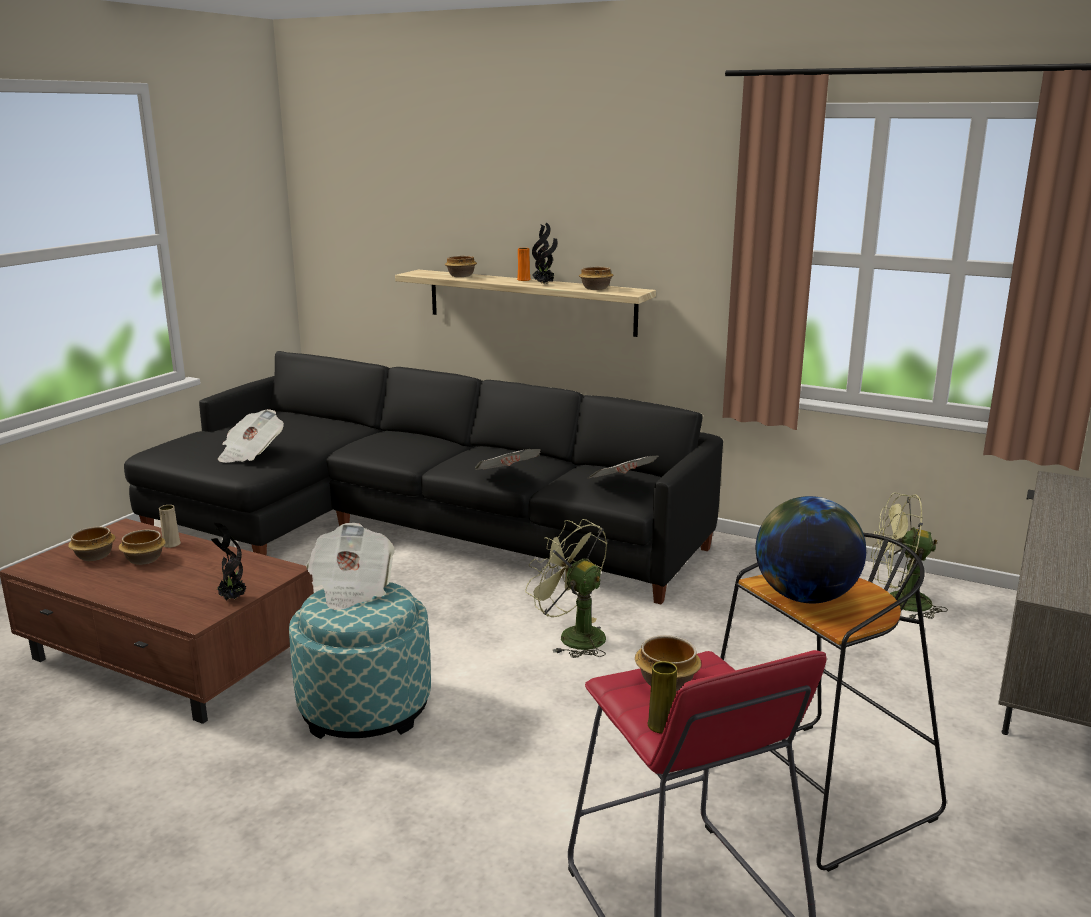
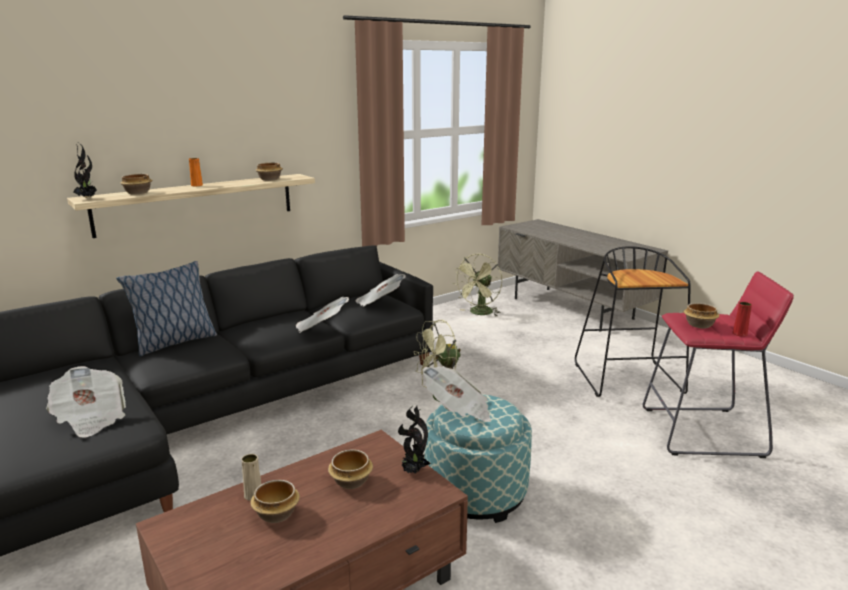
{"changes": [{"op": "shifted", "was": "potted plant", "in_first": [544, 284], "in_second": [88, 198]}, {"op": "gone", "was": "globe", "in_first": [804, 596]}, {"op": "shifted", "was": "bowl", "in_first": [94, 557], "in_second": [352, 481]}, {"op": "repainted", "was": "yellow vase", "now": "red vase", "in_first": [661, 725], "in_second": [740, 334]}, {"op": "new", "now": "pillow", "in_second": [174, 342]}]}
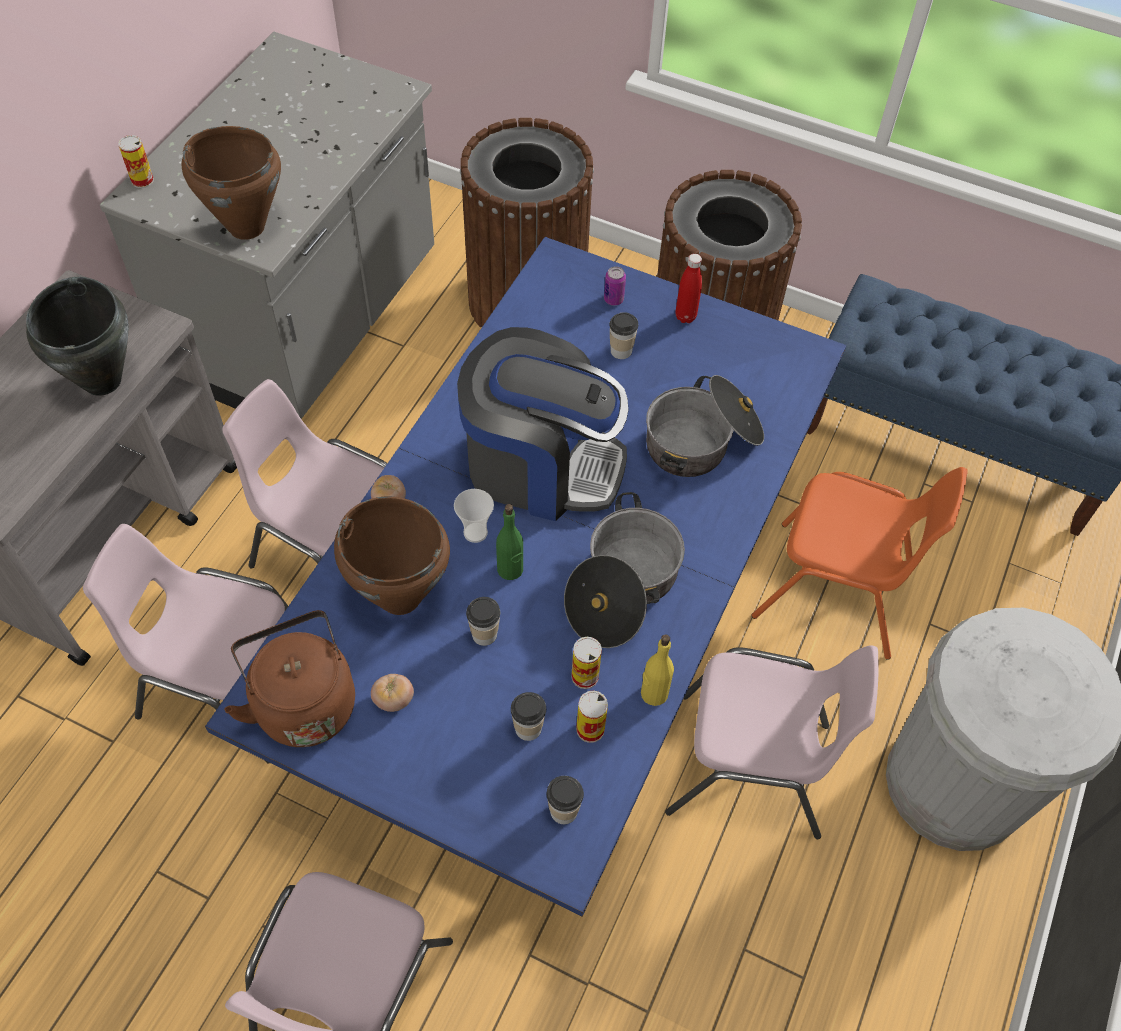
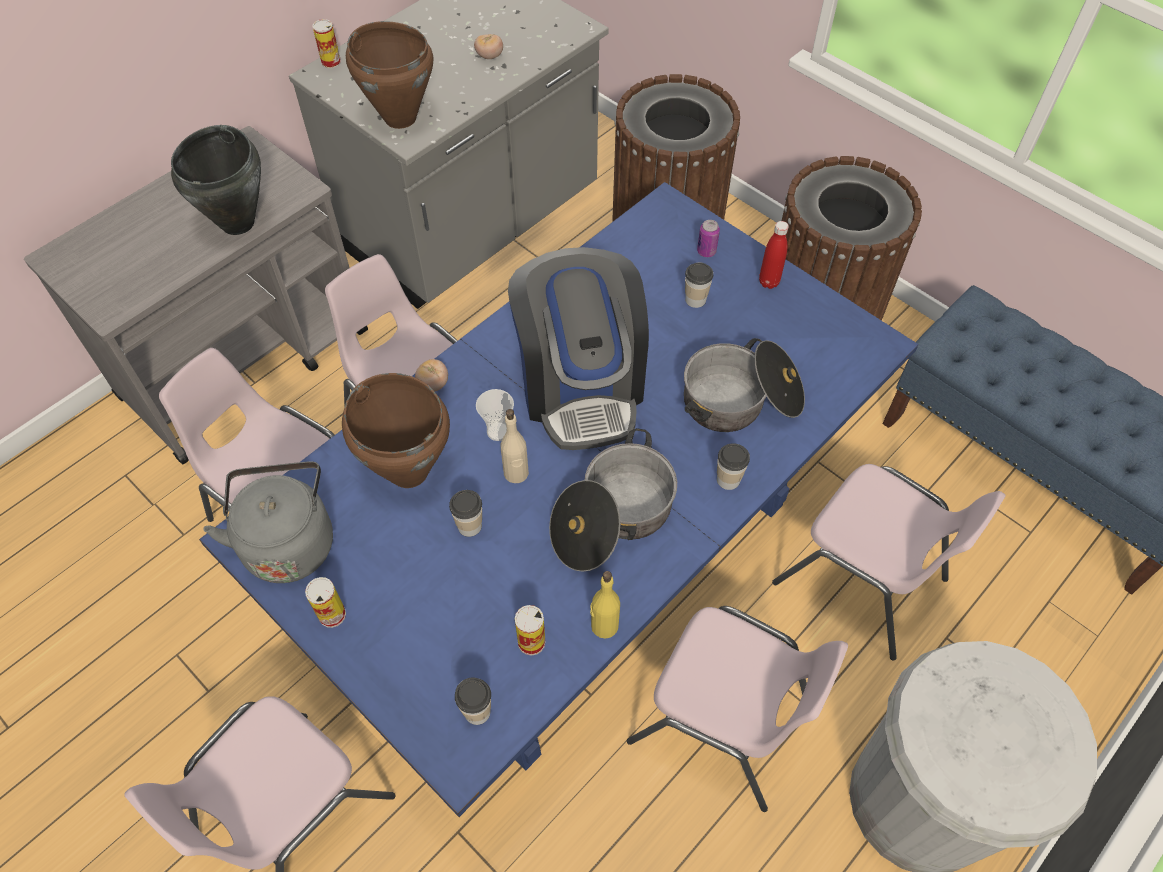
{"changes": [{"op": "rotated", "was": "coffee machine", "in_first": [541, 465], "in_second": [581, 385], "clockwise": 45}, {"op": "repainted", "was": "orange chair", "now": "pink chair", "in_first": [836, 592], "in_second": [862, 582]}, {"op": "repainted", "was": "green bottle", "now": "beige bottle", "in_first": [510, 569], "in_second": [516, 473]}, {"op": "repainted", "was": "brown kettle", "now": "grey kettle", "in_first": [303, 701], "in_second": [288, 541]}, {"op": "shifted", "was": "can", "in_first": [585, 676], "in_second": [332, 614]}, {"op": "shifted", "was": "tomato", "in_first": [393, 700], "in_second": [489, 56]}, {"op": "shifted", "was": "cup", "in_first": [528, 728], "in_second": [728, 479]}]}
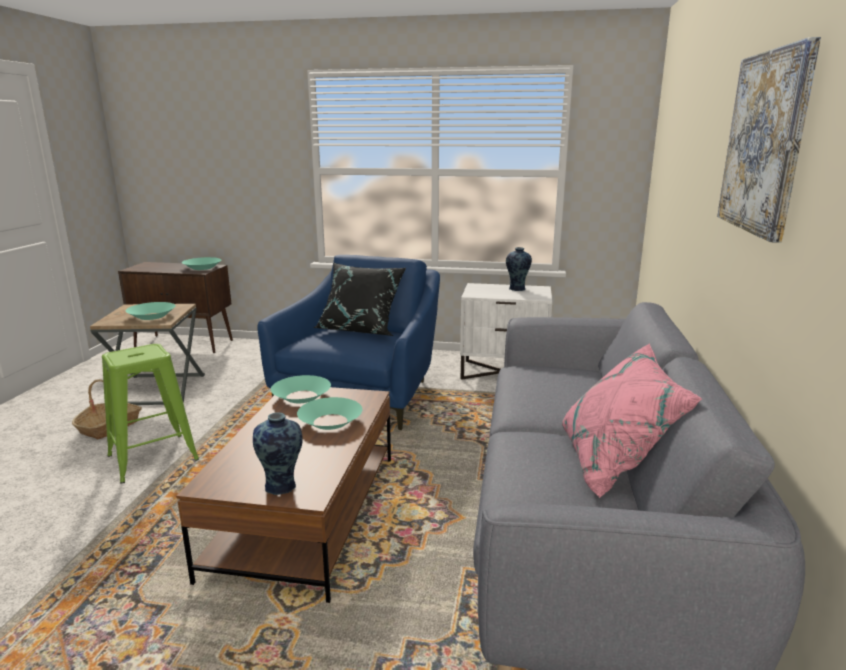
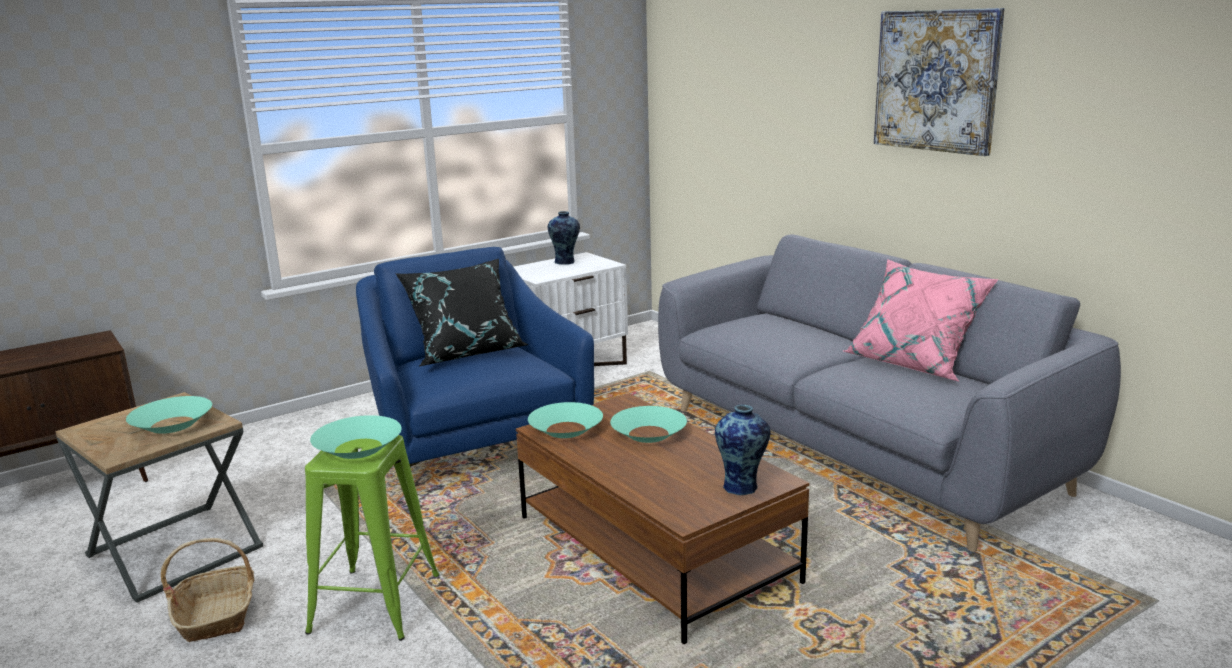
{"changes": [{"op": "shifted", "was": "turquoise bowl", "in_first": [202, 268], "in_second": [358, 448]}]}
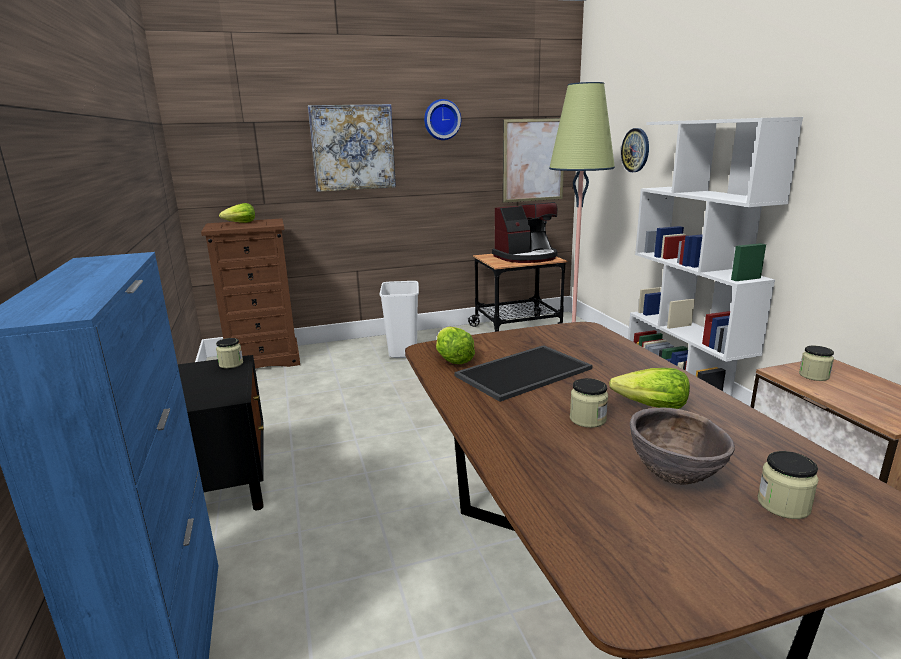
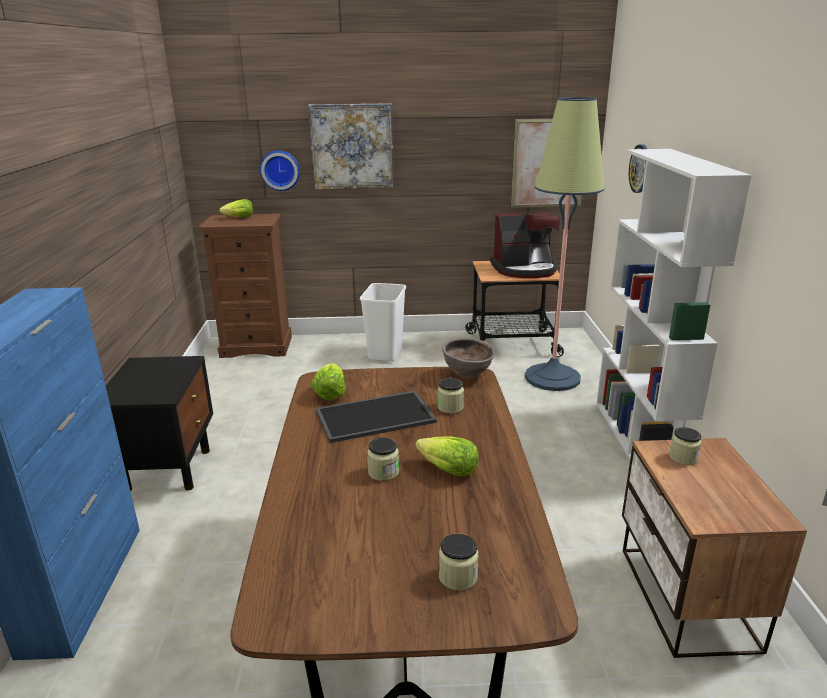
{"changes": [{"op": "shifted", "was": "wall clock", "in_first": [441, 119], "in_second": [280, 170]}, {"op": "shifted", "was": "jar", "in_first": [231, 364], "in_second": [450, 407]}, {"op": "shifted", "was": "brown bowl", "in_first": [674, 478], "in_second": [467, 375]}]}
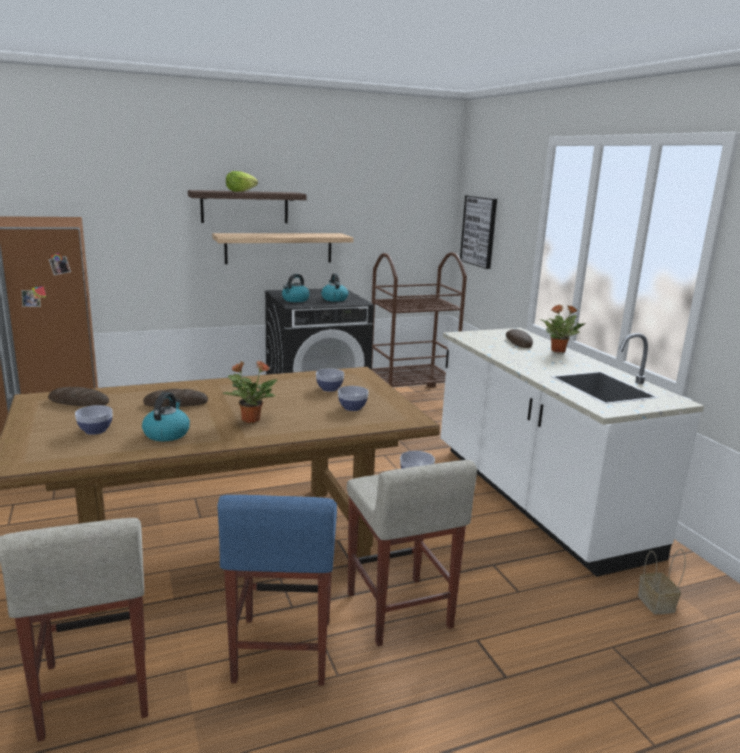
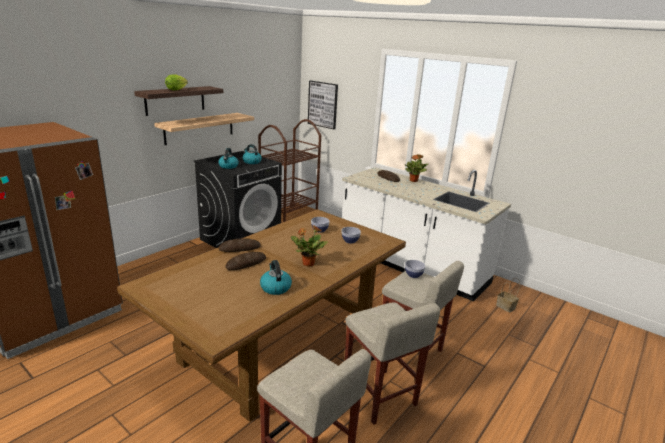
{"changes": [{"op": "shifted", "was": "bread", "in_first": [79, 402], "in_second": [239, 248]}, {"op": "gone", "was": "bowl", "in_first": [95, 430]}, {"op": "repainted", "was": "blue stool", "now": "beige stool", "in_first": [282, 651], "in_second": [380, 396]}]}
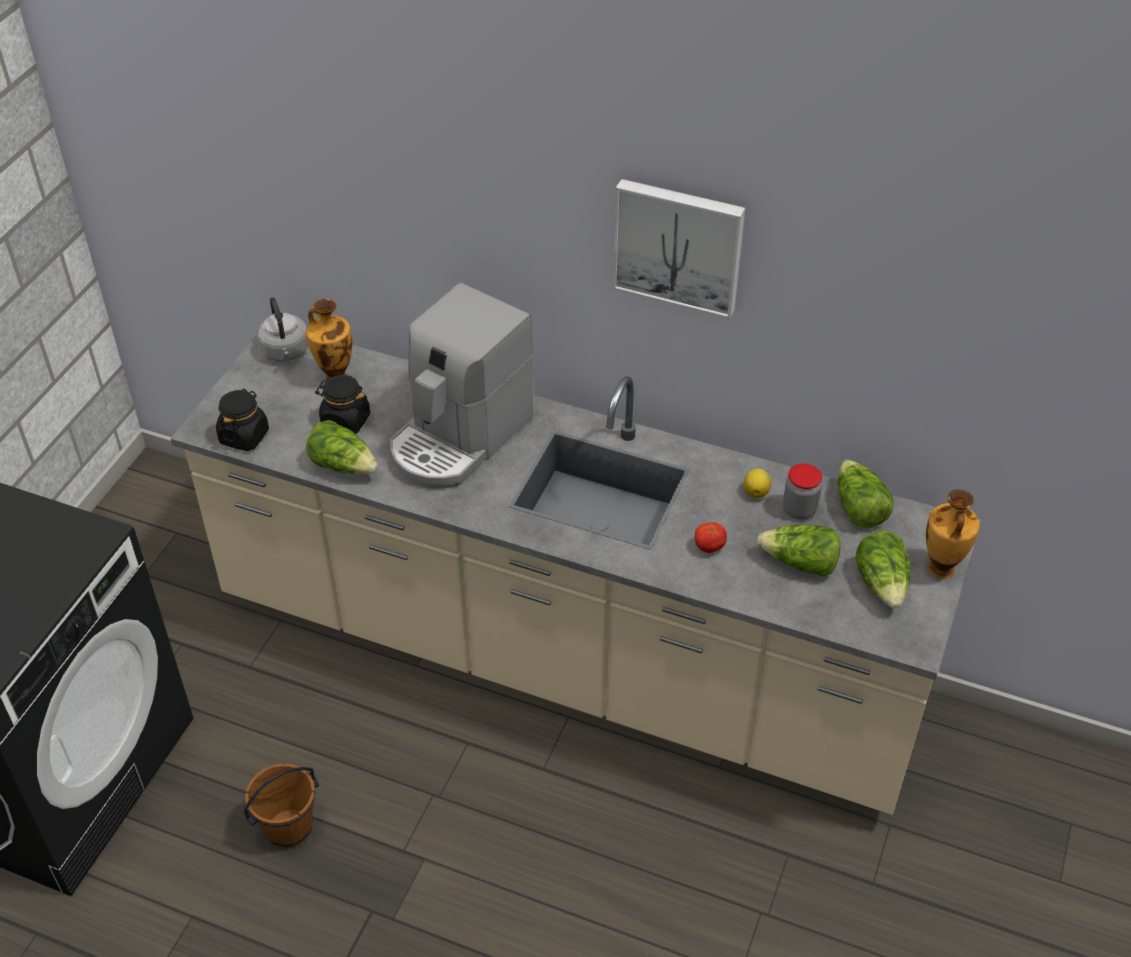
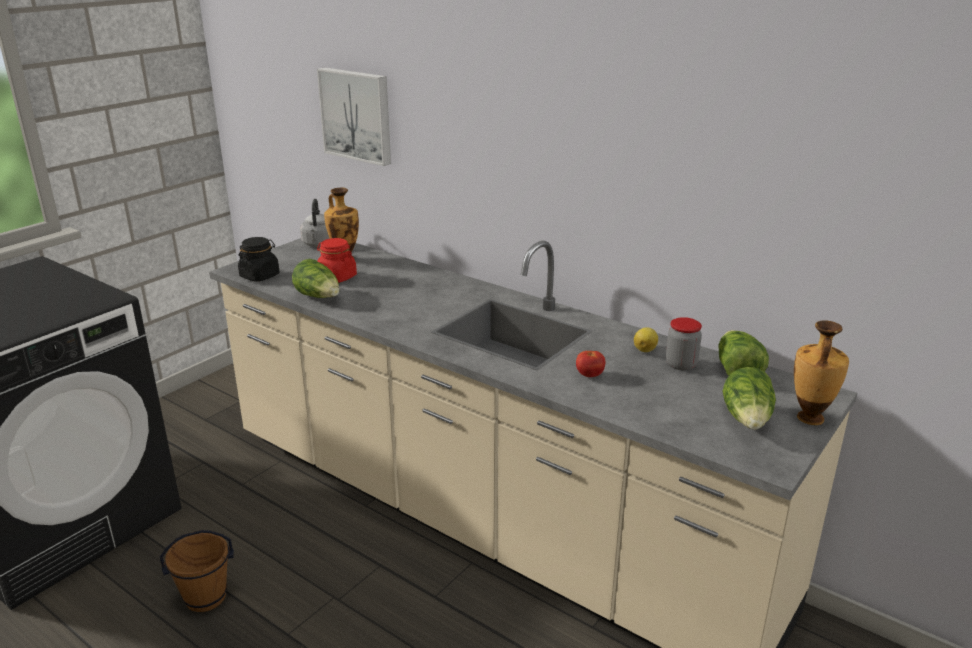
{"changes": [{"op": "shifted", "was": "picture", "in_first": [679, 245], "in_second": [357, 115]}, {"op": "gone", "was": "coffee machine", "in_first": [459, 438]}, {"op": "repainted", "was": "black jar", "now": "red jar", "in_first": [345, 421], "in_second": [336, 277]}, {"op": "gone", "was": "lettuce", "in_first": [800, 563]}]}
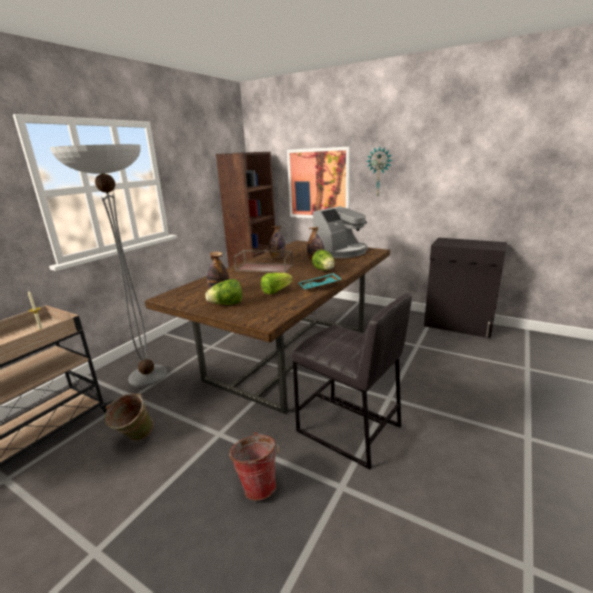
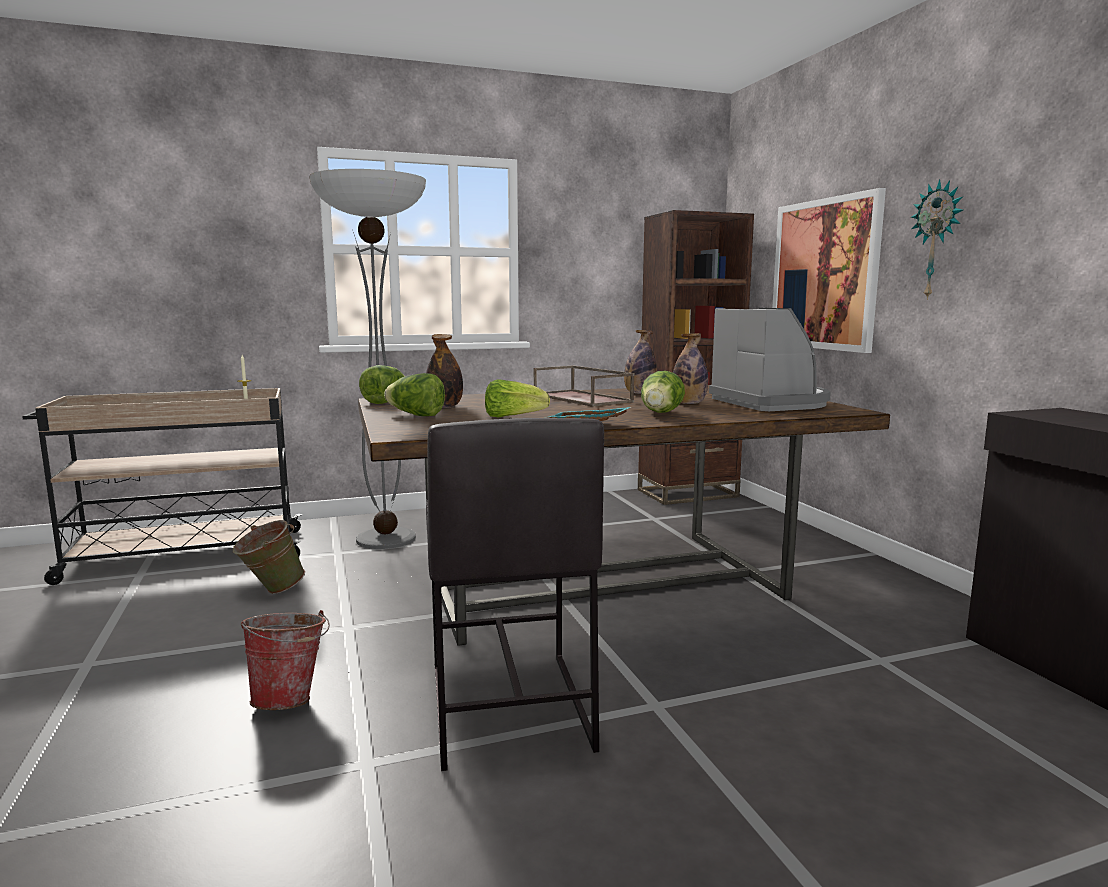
{"changes": [{"op": "rotated", "was": "coffee machine", "in_first": [341, 252], "in_second": [771, 403], "clockwise": -105}, {"op": "new", "now": "lettuce", "in_second": [385, 402]}]}
